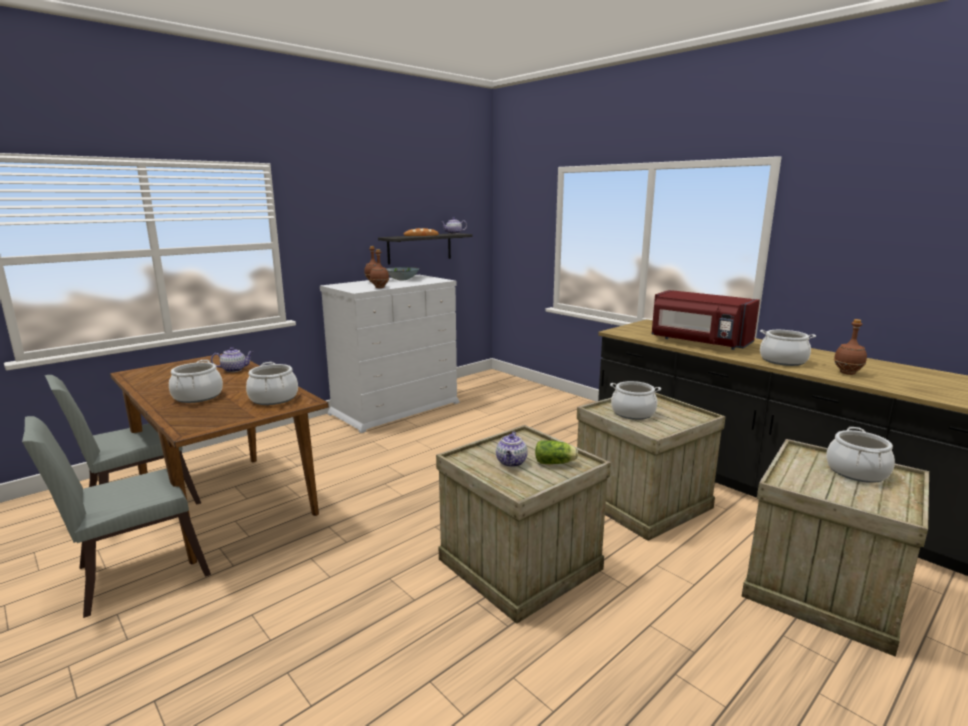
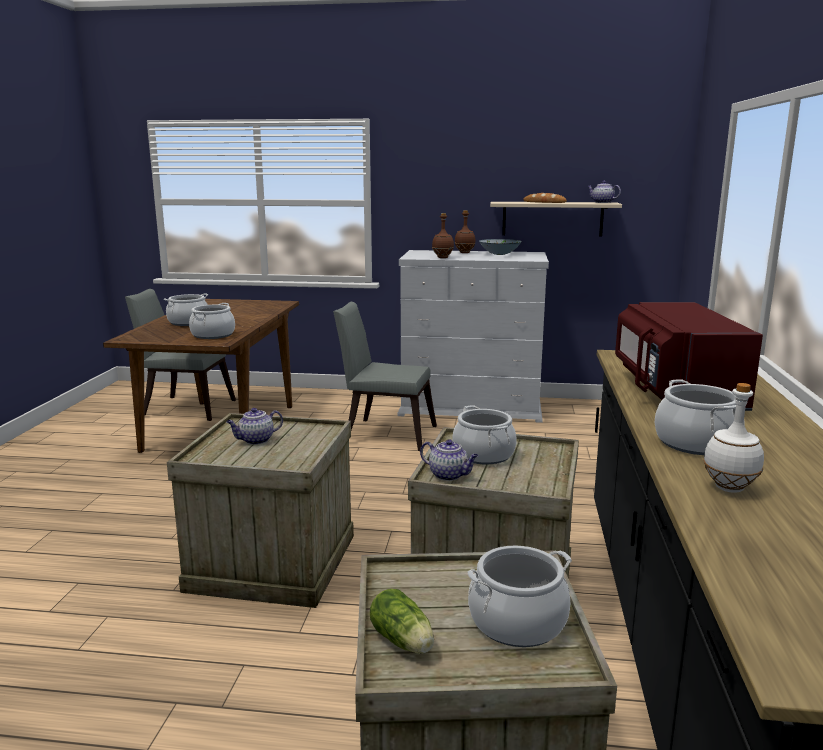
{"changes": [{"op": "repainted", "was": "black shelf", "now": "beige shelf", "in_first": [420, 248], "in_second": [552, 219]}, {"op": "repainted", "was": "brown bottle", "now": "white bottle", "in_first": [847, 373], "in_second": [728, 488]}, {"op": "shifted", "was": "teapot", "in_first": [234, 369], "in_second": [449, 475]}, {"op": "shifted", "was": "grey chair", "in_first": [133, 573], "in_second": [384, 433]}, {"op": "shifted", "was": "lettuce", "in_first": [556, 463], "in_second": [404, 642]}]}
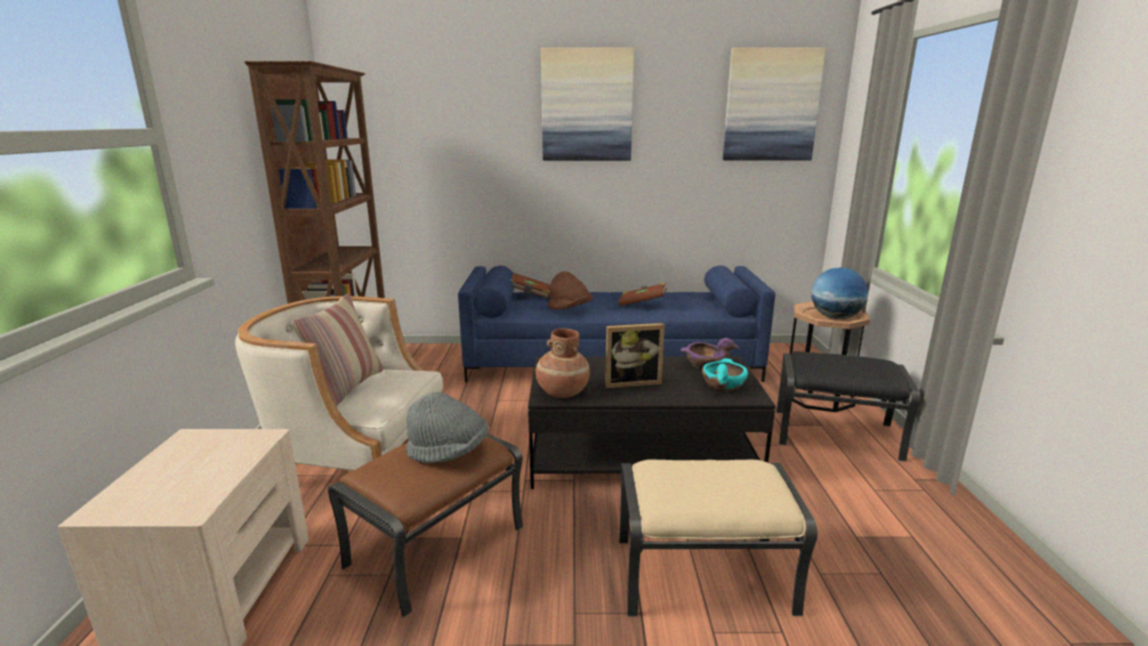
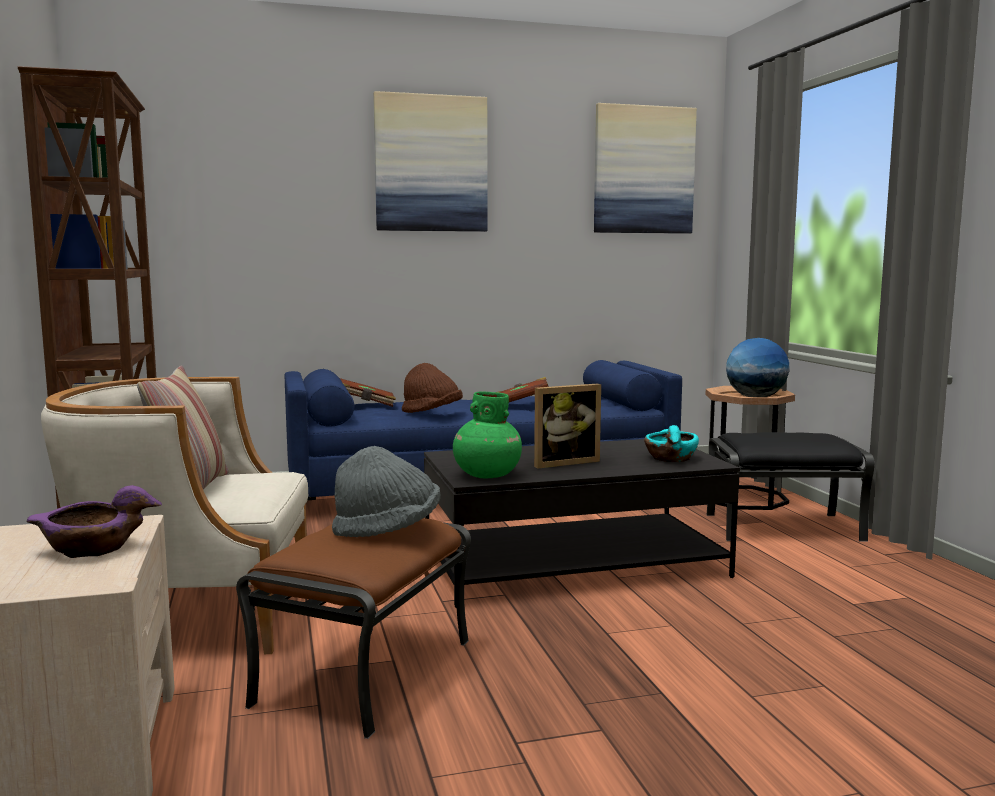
{"changes": [{"op": "repainted", "was": "brown vase", "now": "green vase", "in_first": [562, 392], "in_second": [486, 475]}, {"op": "shifted", "was": "purple bowl", "in_first": [705, 365], "in_second": [91, 548]}, {"op": "gone", "was": "beige ottoman", "in_first": [702, 577]}]}
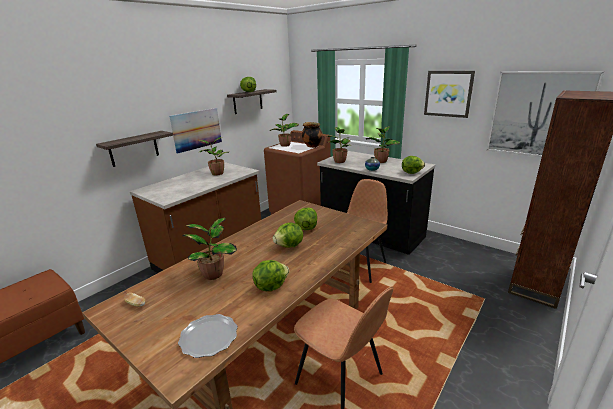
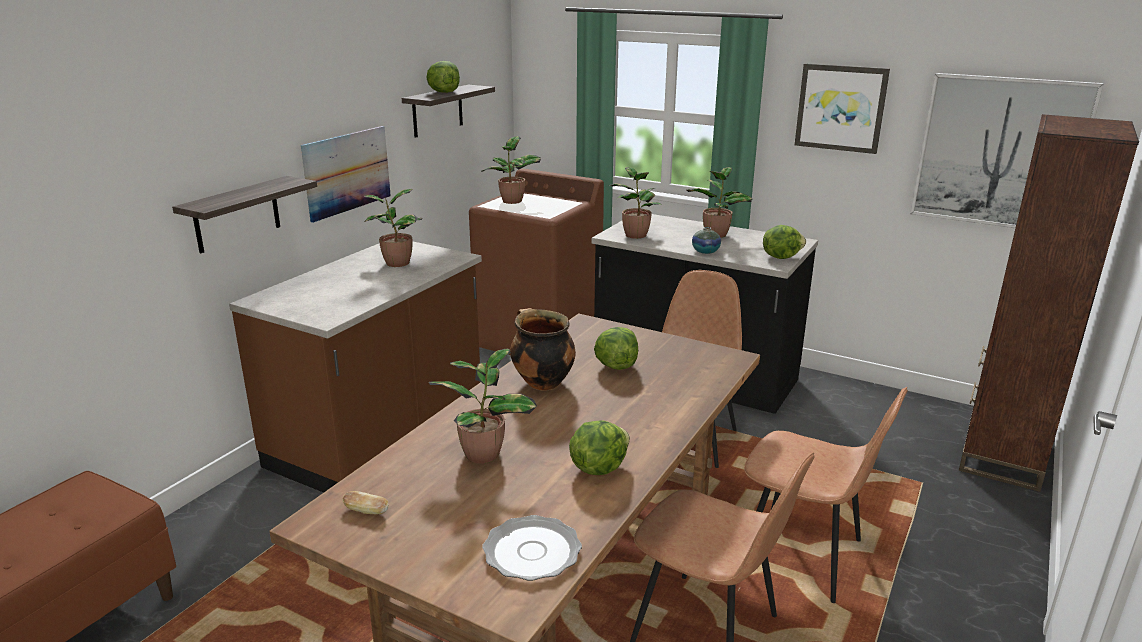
{"changes": [{"op": "shifted", "was": "cooking pot", "in_first": [312, 146], "in_second": [541, 382]}, {"op": "gone", "was": "lettuce", "in_first": [289, 246]}, {"op": "new", "now": "brown chair", "in_second": [804, 556]}]}
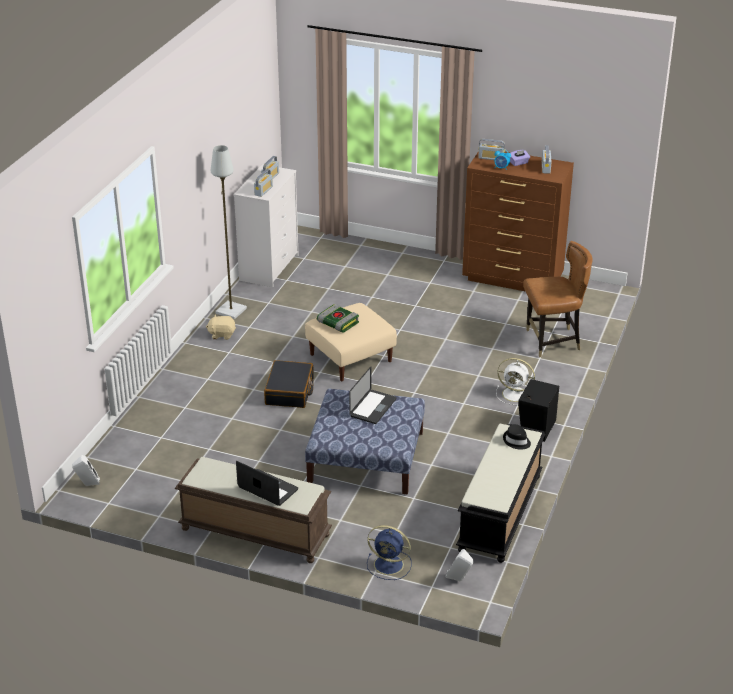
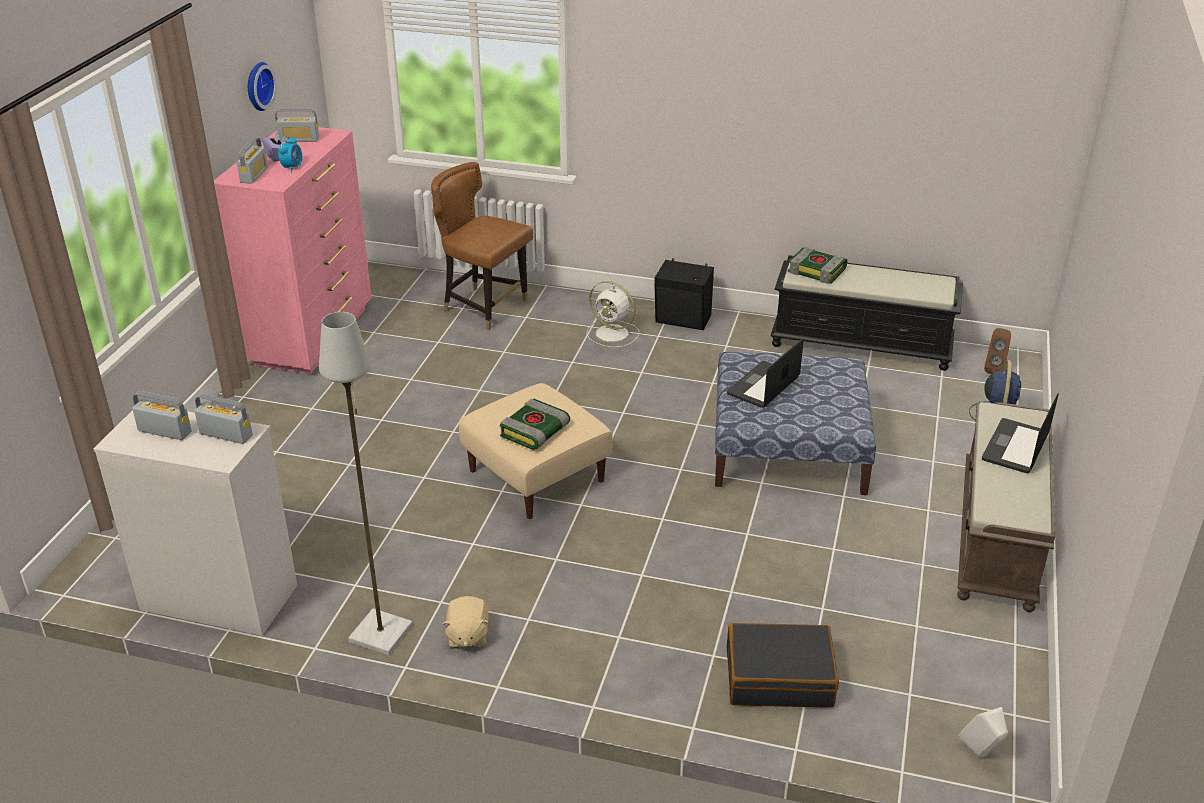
{"changes": [{"op": "repainted", "was": "brown dresser", "now": "pink dresser", "in_first": [513, 279], "in_second": [313, 336]}, {"op": "rotated", "was": "brown chair", "in_first": [553, 341], "in_second": [484, 307], "clockwise": -45}, {"op": "rotated", "was": "white fan", "in_first": [516, 394], "in_second": [613, 334], "clockwise": 105}, {"op": "shifted", "was": "black suitcase", "in_first": [290, 391], "in_second": [779, 677]}, {"op": "rotated", "was": "laptop", "in_first": [373, 407], "in_second": [763, 386], "clockwise": -75}, {"op": "swapped", "was": "black hat", "now": "book", "in_first": [516, 441], "in_second": [817, 271]}, {"op": "repainted", "was": "white speaker", "now": "brown speaker", "in_first": [459, 580], "in_second": [994, 369]}, {"op": "new", "now": "wall clock", "in_second": [257, 86]}]}
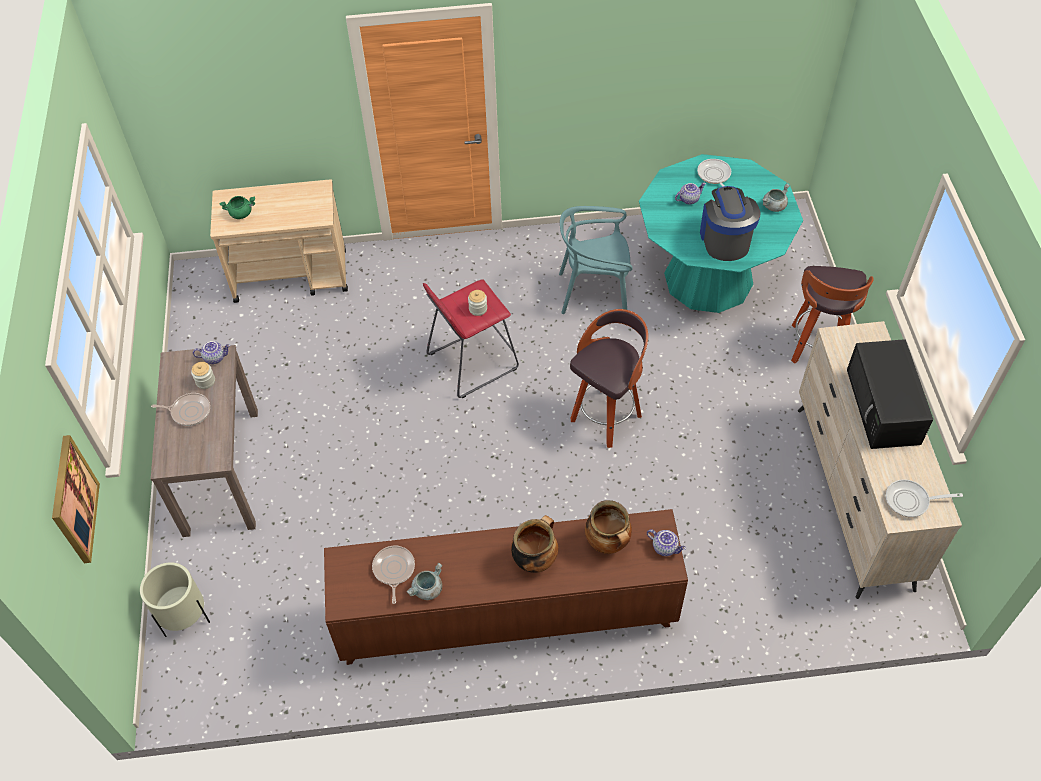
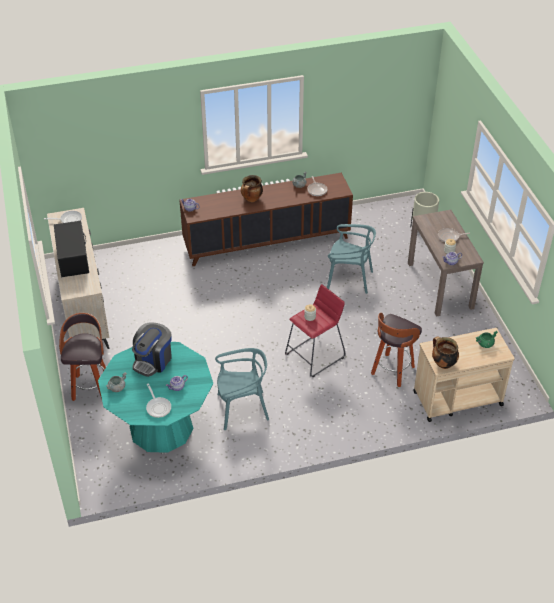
{"changes": [{"op": "rotated", "was": "coffee machine", "in_first": [725, 239], "in_second": [153, 360], "clockwise": 45}, {"op": "shifted", "was": "stool", "in_first": [607, 416], "in_second": [392, 371]}, {"op": "gone", "was": "picture", "in_first": [73, 500]}, {"op": "shifted", "was": "cooking pot", "in_first": [608, 542], "in_second": [443, 363]}, {"op": "new", "now": "turquoise chair", "in_second": [349, 279]}]}
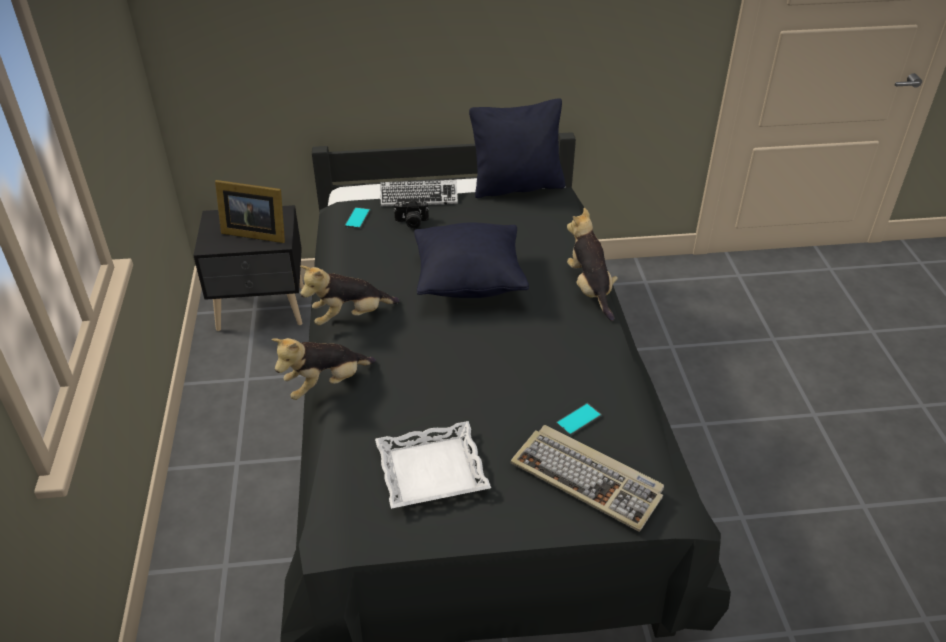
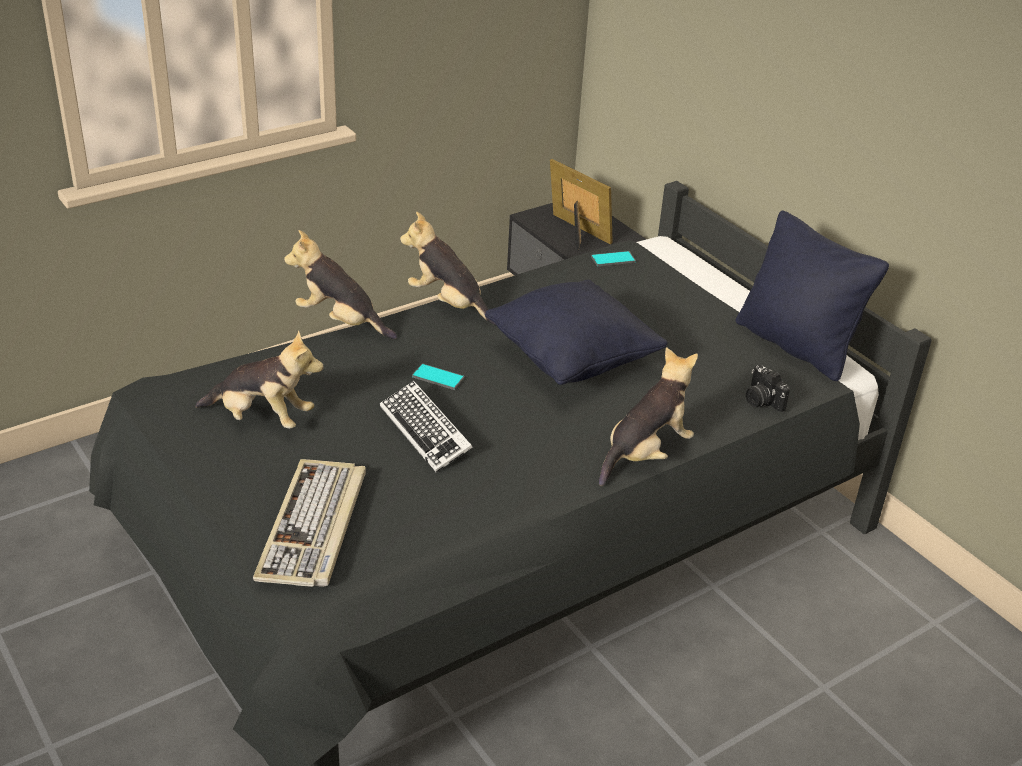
{"changes": [{"op": "rotated", "was": "picture frame", "in_first": [254, 232], "in_second": [577, 233], "clockwise": 150}, {"op": "shifted", "was": "keyboard", "in_first": [419, 197], "in_second": [425, 432]}, {"op": "shifted", "was": "photo camera", "in_first": [411, 222], "in_second": [761, 401]}, {"op": "shifted", "was": "phone", "in_first": [578, 419], "in_second": [438, 377]}, {"op": "swapped", "was": "white tray", "now": "plush toy", "in_first": [431, 472], "in_second": [262, 418]}]}
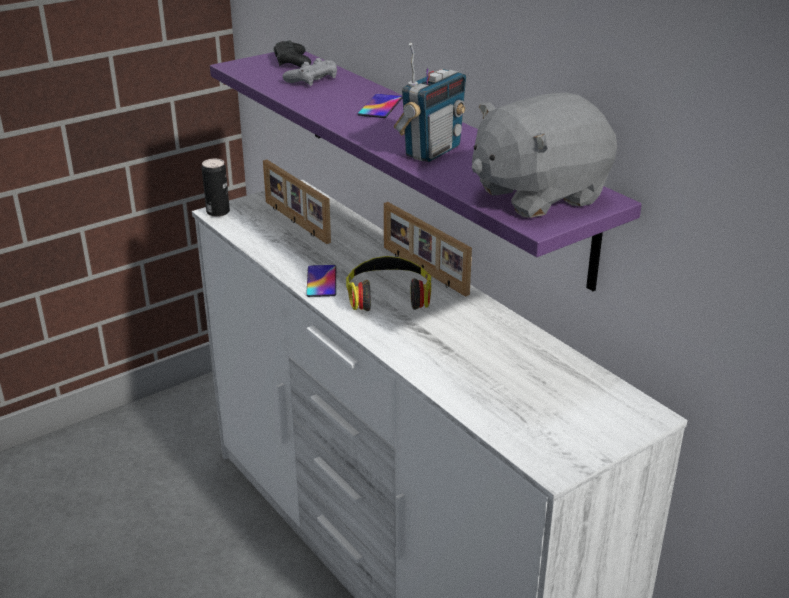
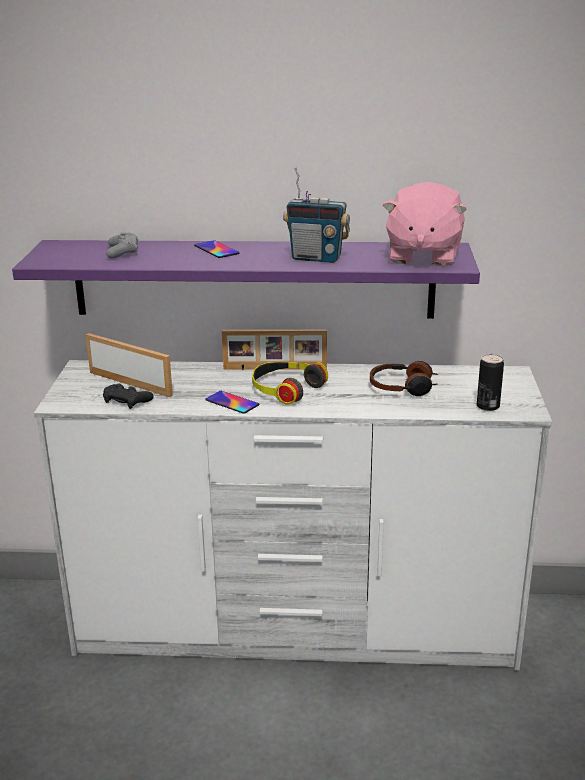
{"changes": [{"op": "shifted", "was": "black game controller", "in_first": [292, 61], "in_second": [127, 401]}, {"op": "rotated", "was": "radio", "in_first": [431, 151], "in_second": [316, 258], "clockwise": 120}, {"op": "repainted", "was": "grey plush toy", "now": "pink plush toy", "in_first": [537, 195], "in_second": [422, 256]}, {"op": "shifted", "was": "can", "in_first": [218, 212], "in_second": [488, 406]}, {"op": "rotated", "was": "picture frame", "in_first": [295, 222], "in_second": [131, 383], "clockwise": -150}, {"op": "new", "now": "headphones", "in_second": [403, 387]}]}
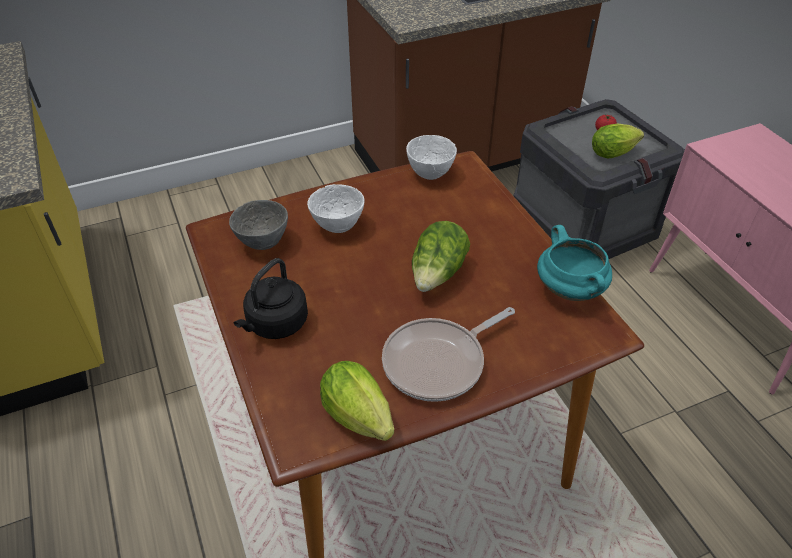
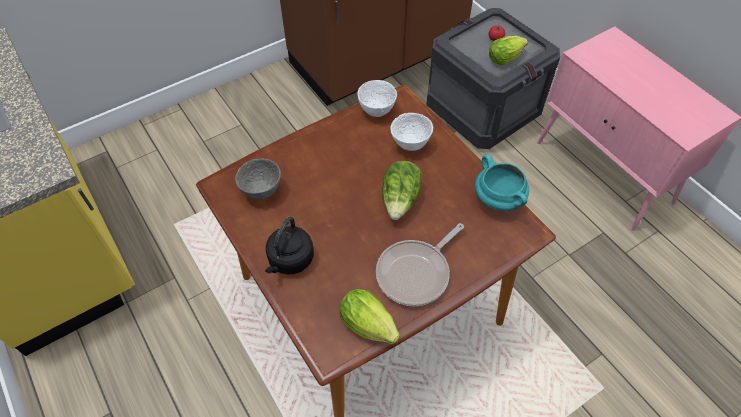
{"changes": [{"op": "shifted", "was": "white bowl", "in_first": [338, 227], "in_second": [411, 144]}]}
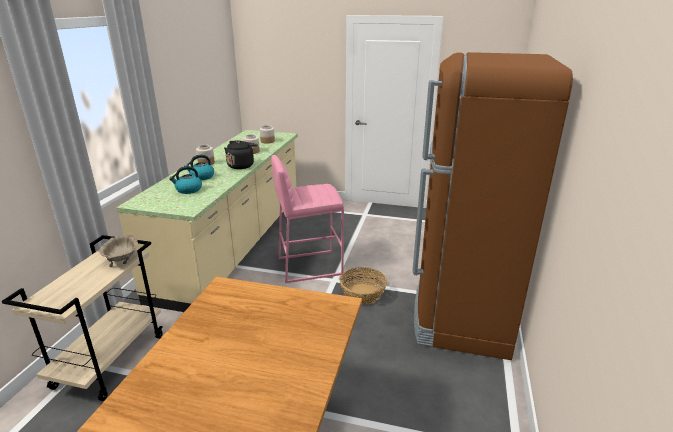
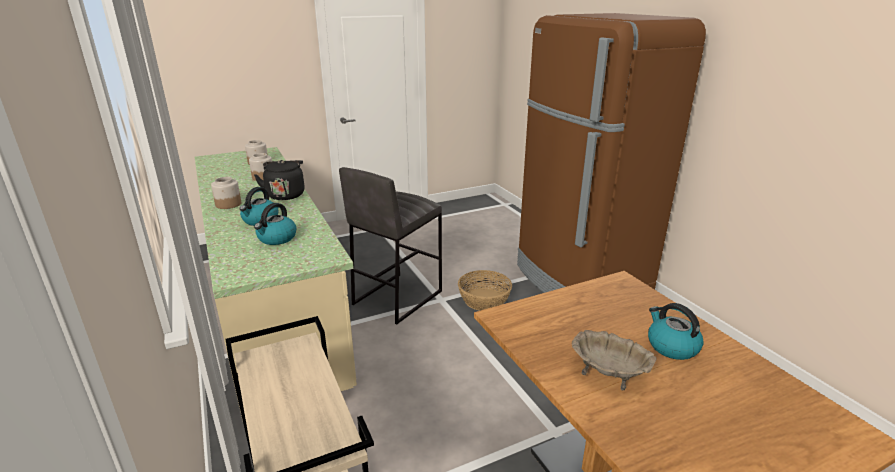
{"changes": [{"op": "repainted", "was": "pink stool", "now": "grey stool", "in_first": [309, 266], "in_second": [396, 297]}, {"op": "shifted", "was": "beige bowl", "in_first": [122, 260], "in_second": [609, 373]}, {"op": "new", "now": "kettle", "in_second": [671, 346]}]}
